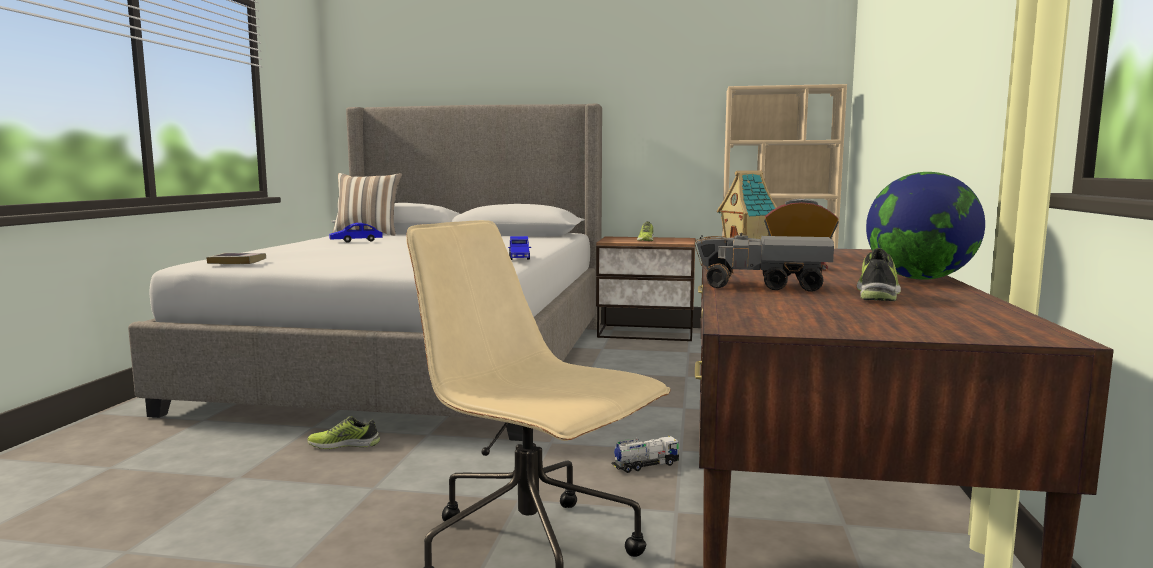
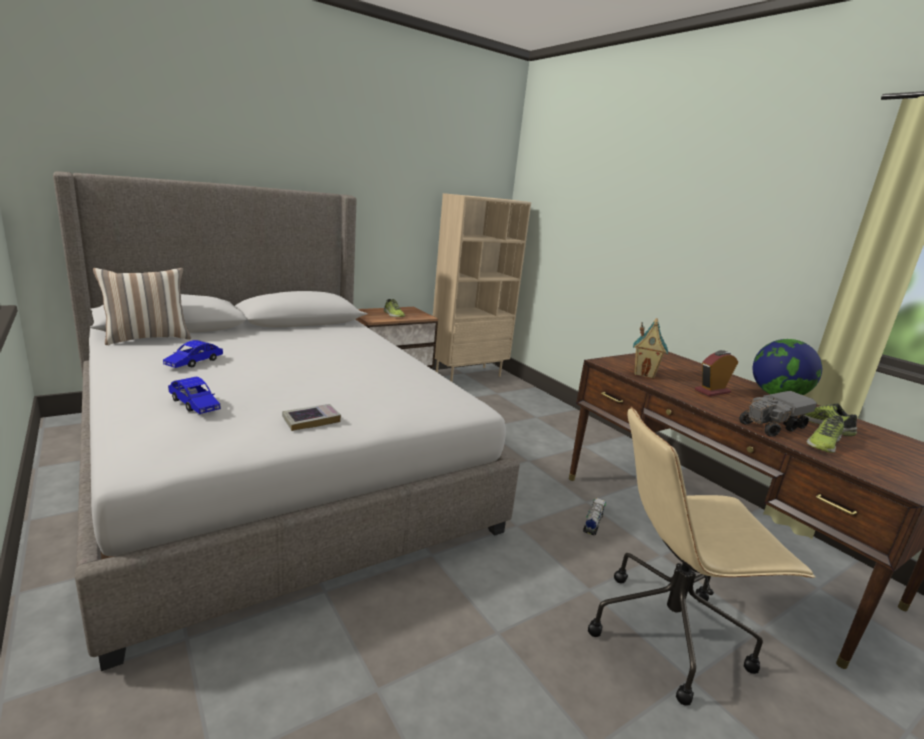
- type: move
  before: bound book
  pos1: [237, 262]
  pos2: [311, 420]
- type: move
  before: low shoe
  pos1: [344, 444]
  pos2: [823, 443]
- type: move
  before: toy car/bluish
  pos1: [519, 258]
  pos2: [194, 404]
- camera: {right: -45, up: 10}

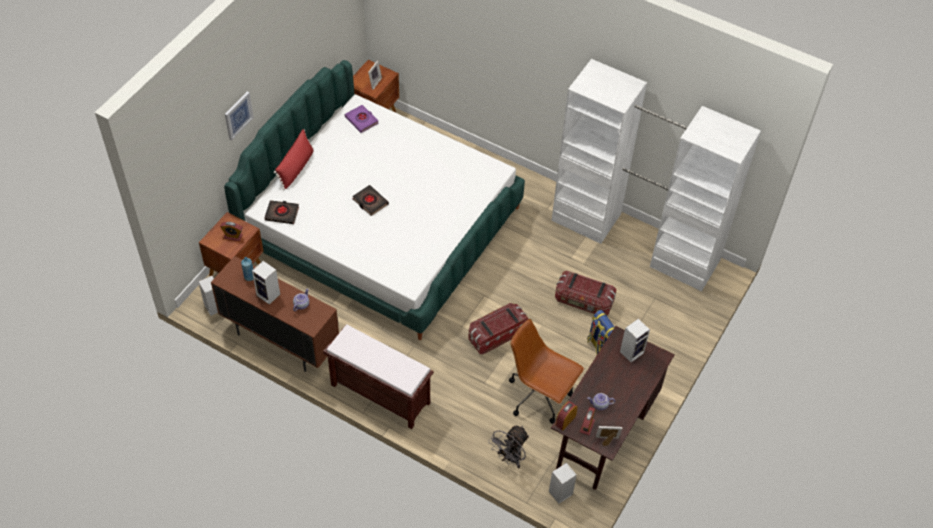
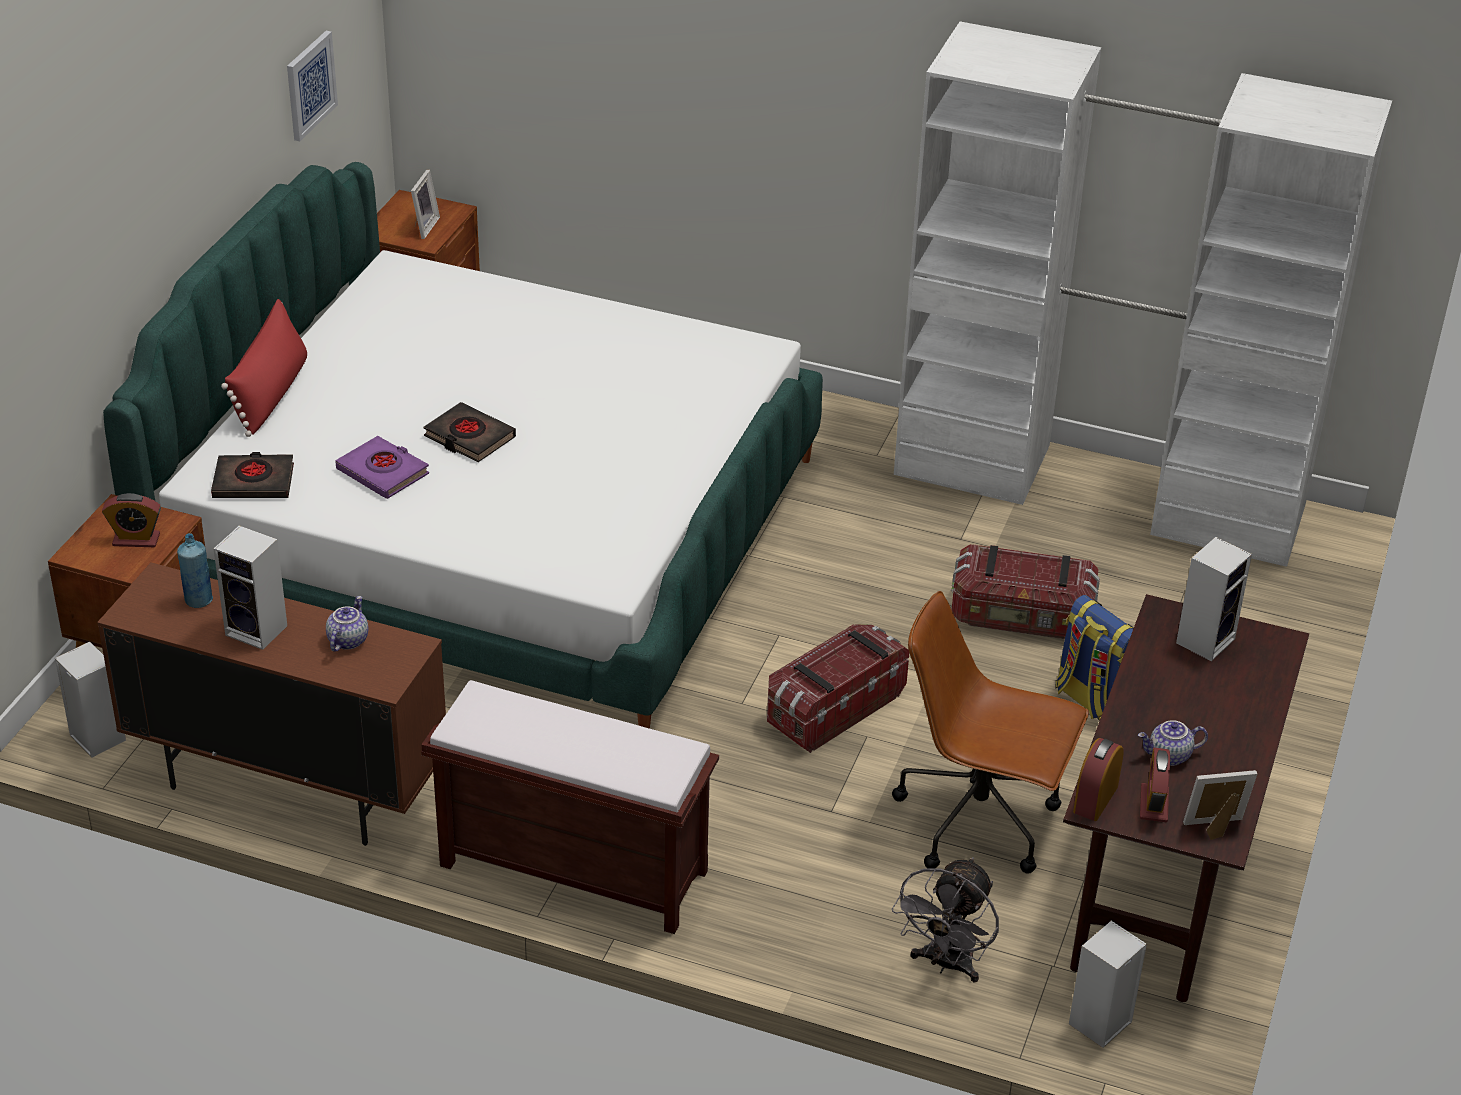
- type: move
  before: wall art
  pos1: [238, 115]
  pos2: [310, 85]
- type: move
  before: bound book/purplish
  pos1: [361, 120]
  pos2: [383, 472]
- camera: {right: -10, up: -15}

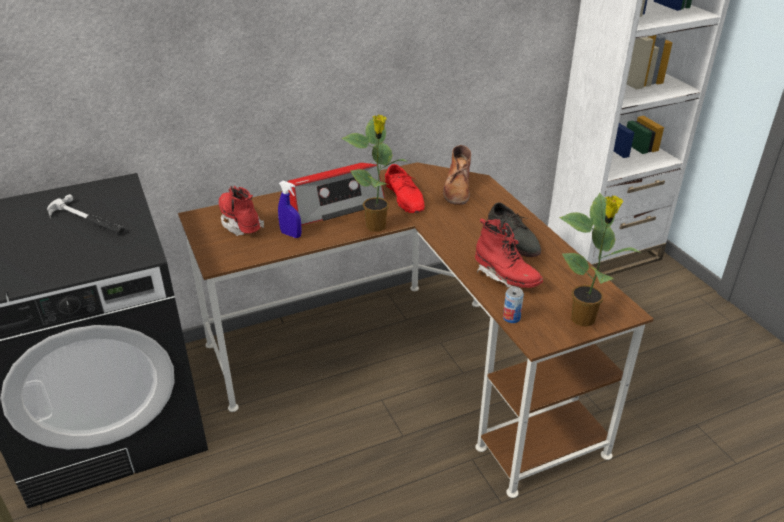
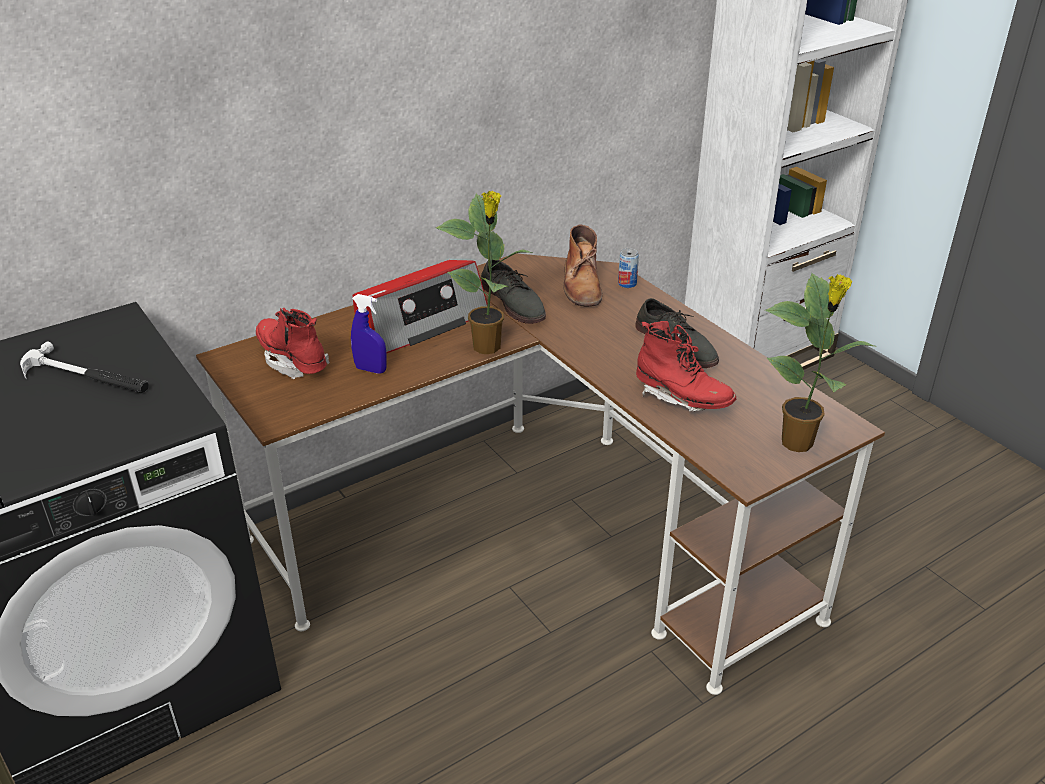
- type: recolor
  before: low shoe/red-coloured
  after: low shoe/greyish
  pos1: [405, 197]
  pos2: [514, 302]
- type: move
  before: metal can
  pos1: [511, 318]
  pos2: [627, 284]
- camera: {right: -10, up: 0}

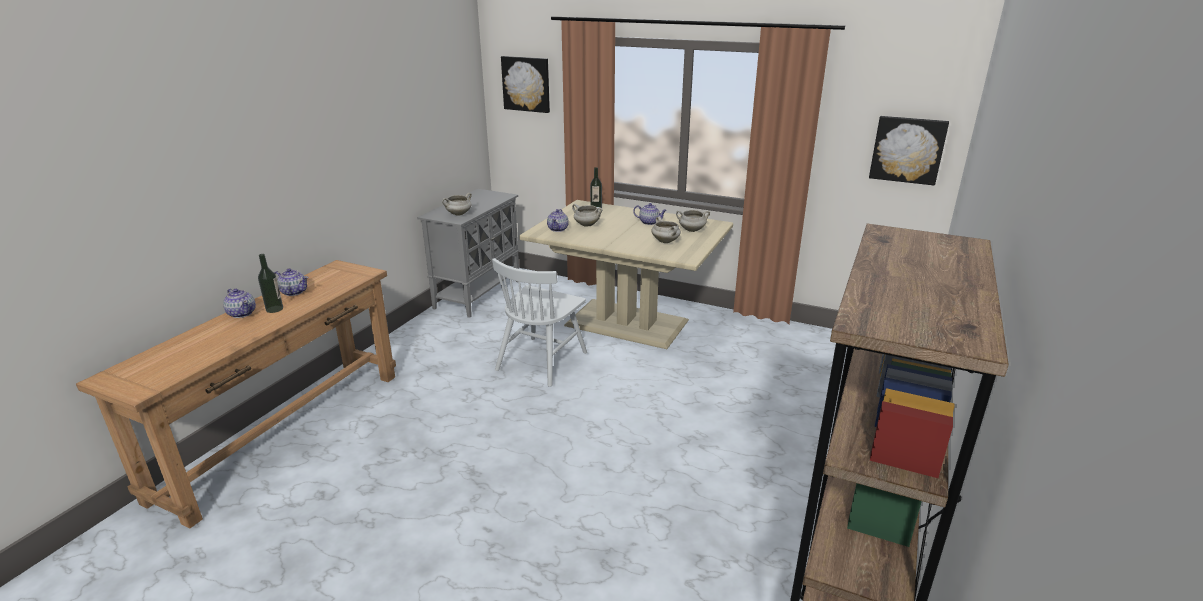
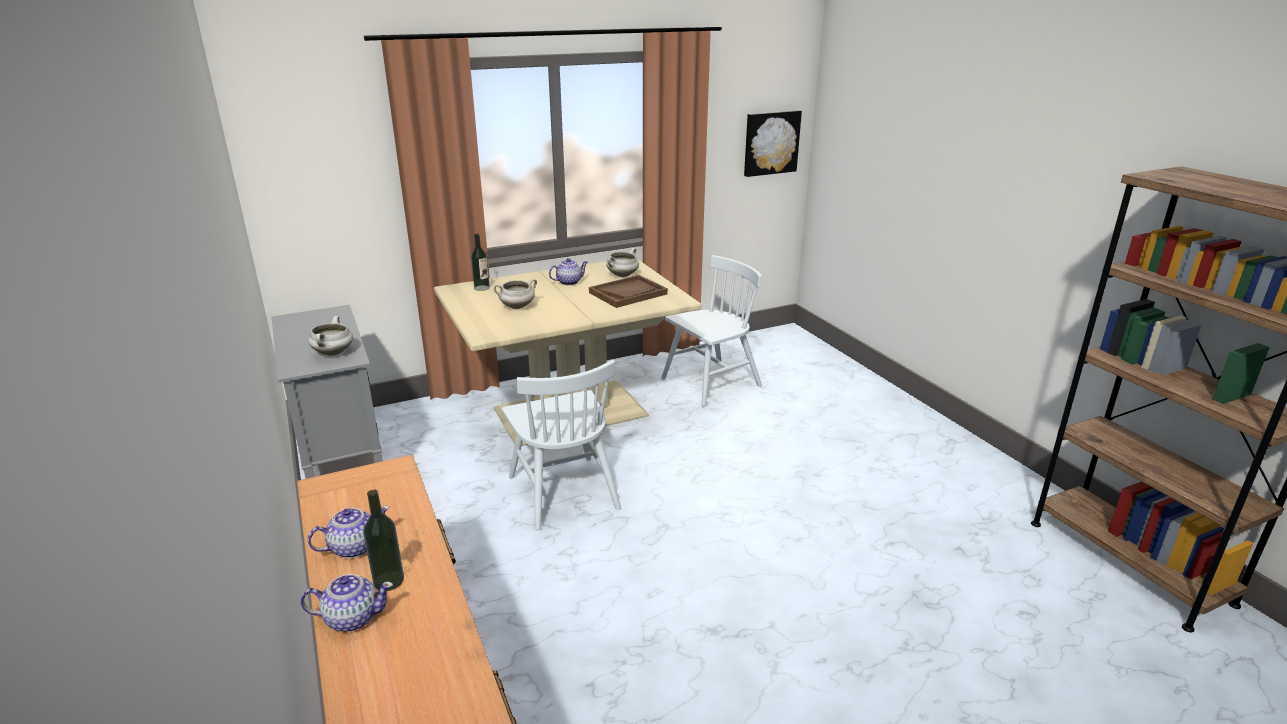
- type: delete
  before: wall art
  pos1: [526, 84]
- type: delete
  before: tea pot
  pos1: [558, 229]
- type: replace
  before: saucepot/white
  after: serving tray/brown-coloured
  pos1: [666, 241]
  pos2: [628, 293]
- type: insert
  after: plain chair/white
  pos2: [711, 383]
- camera: {right: -50, up: 0}

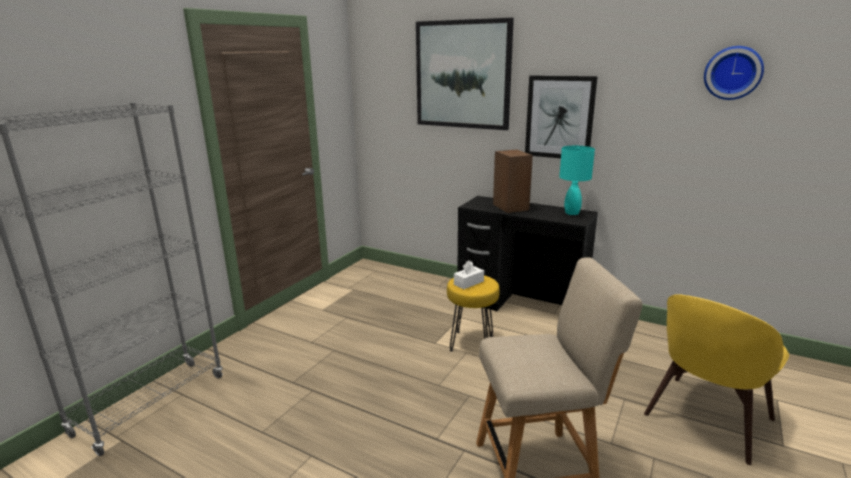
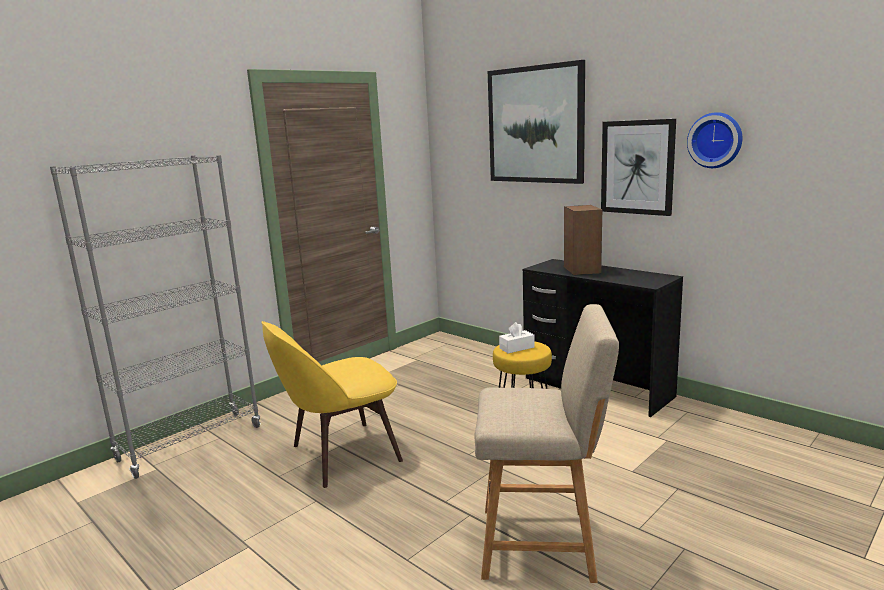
- type: delete
  before: table lamp/turquoise-coloured
  pos1: [571, 213]
- type: move
  before: plain chair/yellow
  pos1: [706, 419]
  pos2: [341, 454]
- type: move
  before: hanging clock
  pos1: [733, 73]
  pos2: [716, 140]
- camera: {right: 15, up: -5}

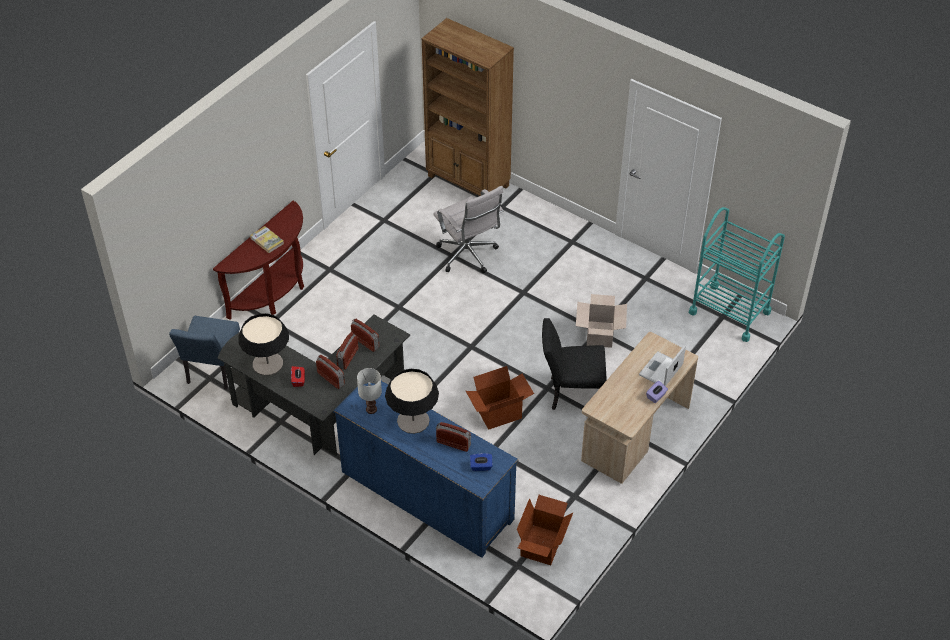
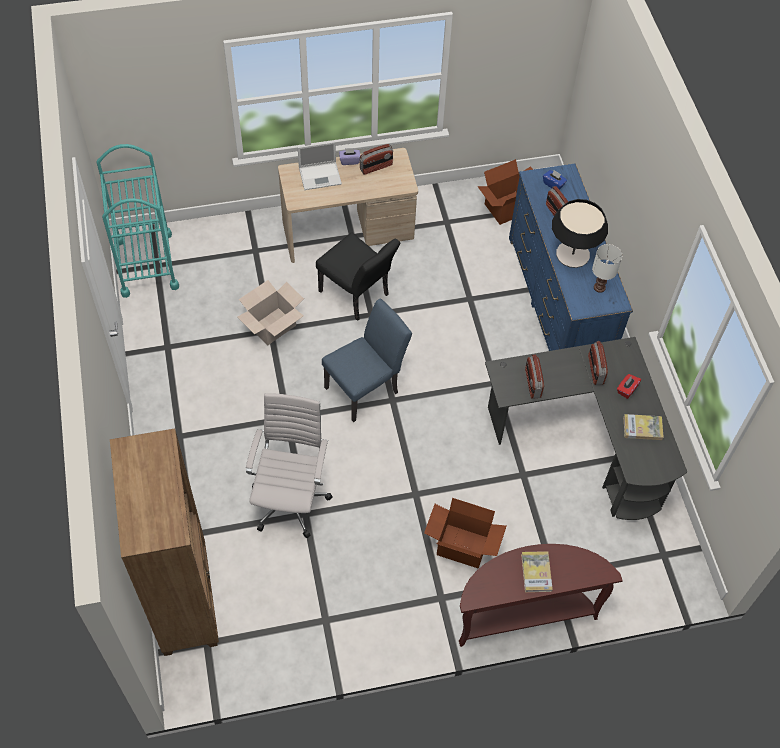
- type: move
  before: plain chair/bluish
  pos1: [212, 372]
  pos2: [366, 388]
- type: replace
  before: table lamp
  after: bound book
  pos1: [268, 363]
  pos2: [642, 428]
- type: move
  before: radio receiver
  pos1: [347, 358]
  pos2: [376, 167]
- type: move
  before: carton
  pos1: [498, 412]
  pos2: [462, 547]
- camera: {right: -140, up: 10}

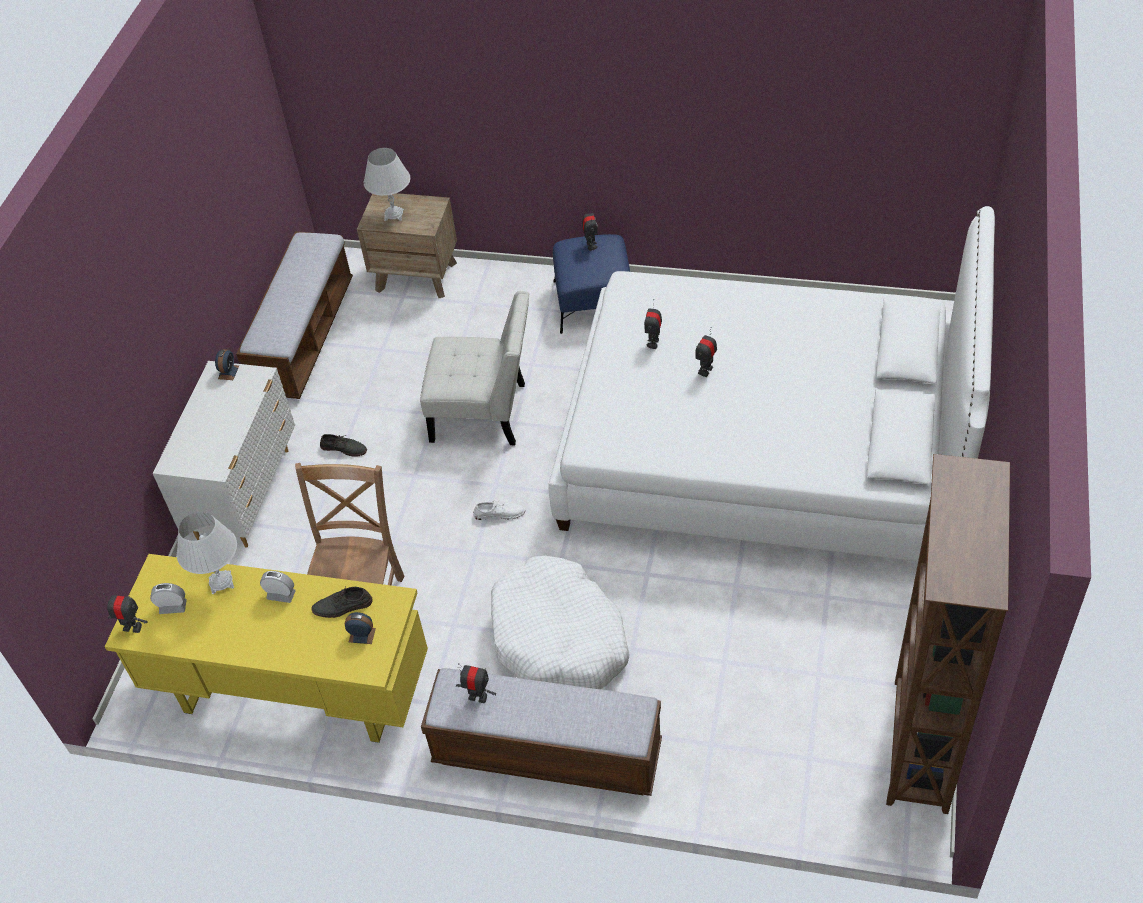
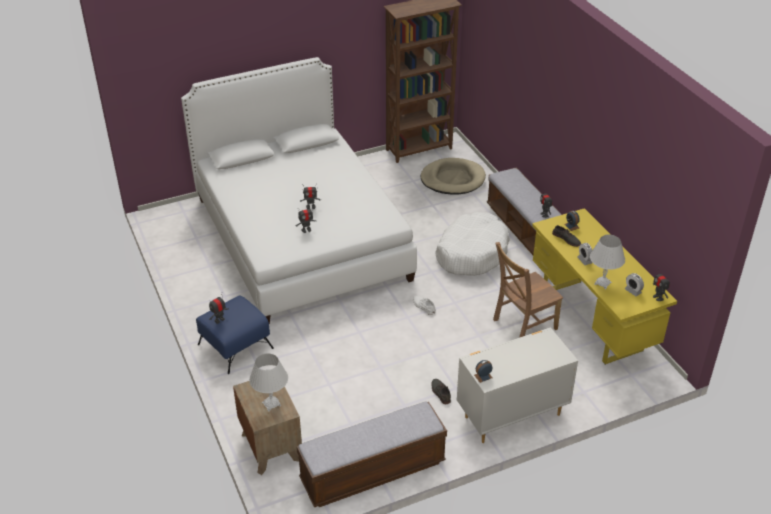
- type: delete
  before: plain chair/white
  pos1: [485, 413]
- type: insert
  after: dog bed/sand-coloured
  pos2: [452, 179]
- camera: {right: -130, up: -10}

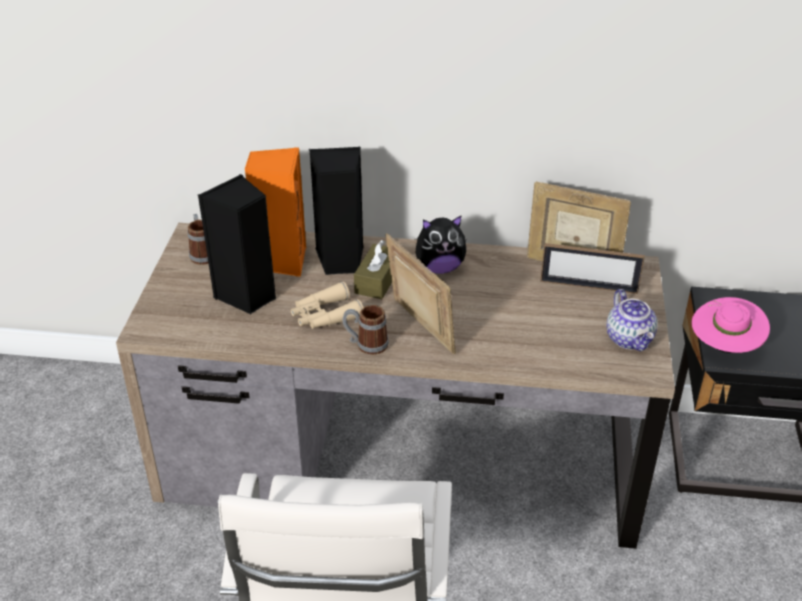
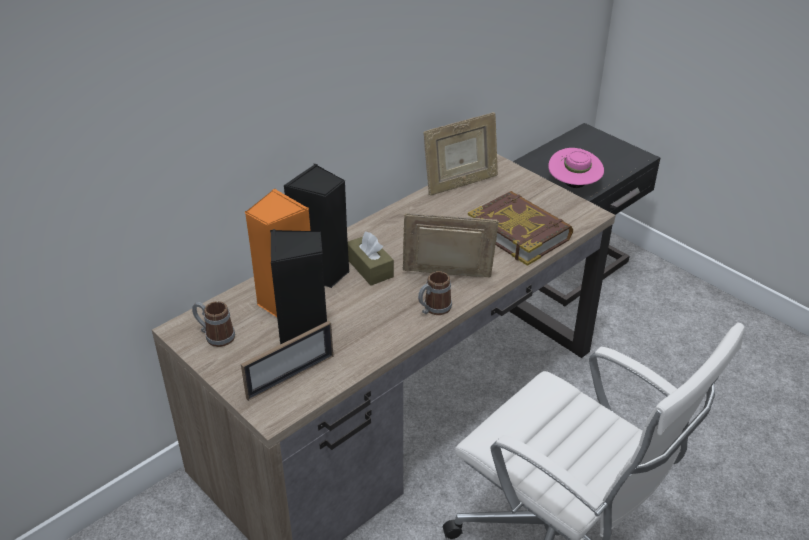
- type: delete
  before: binoculars/sand-coloured
  pos1: [325, 316]
- type: delete
  before: soft toy
  pos1: [439, 268]
- type: move
  before: standing frame
  pos1: [588, 286]
  pos2: [290, 376]
- type: delete
  before: tea pot
  pos1: [630, 339]
- type: insert
  after: bound book
  pos2: [519, 233]
- camera: {right: -50, up: 0}

